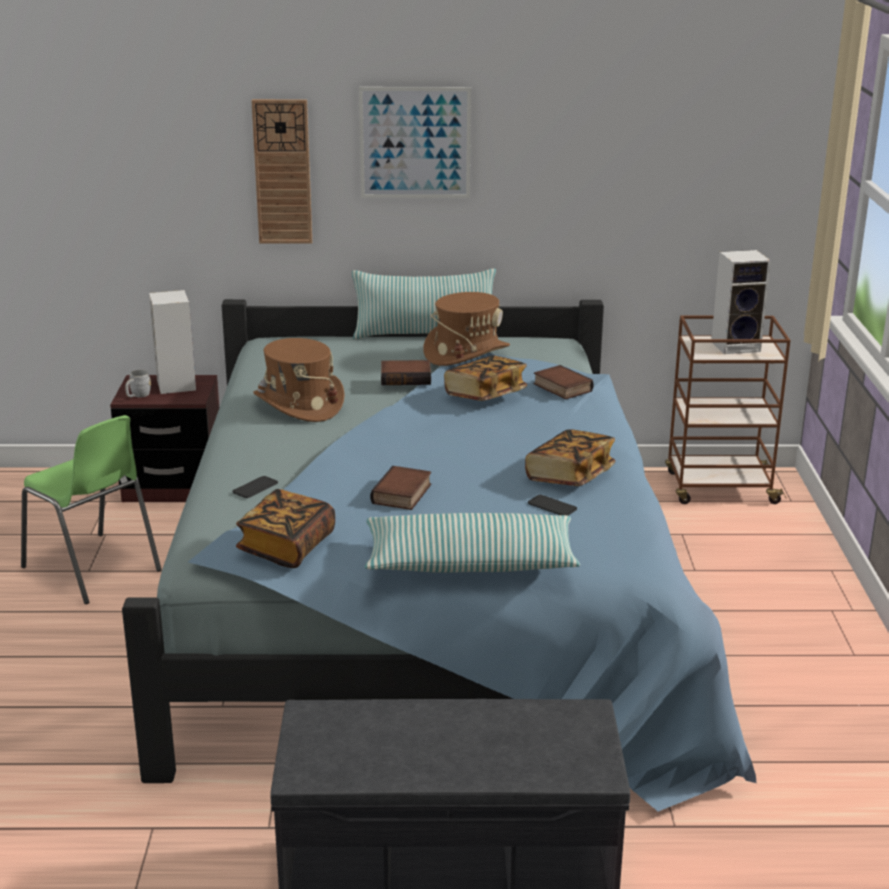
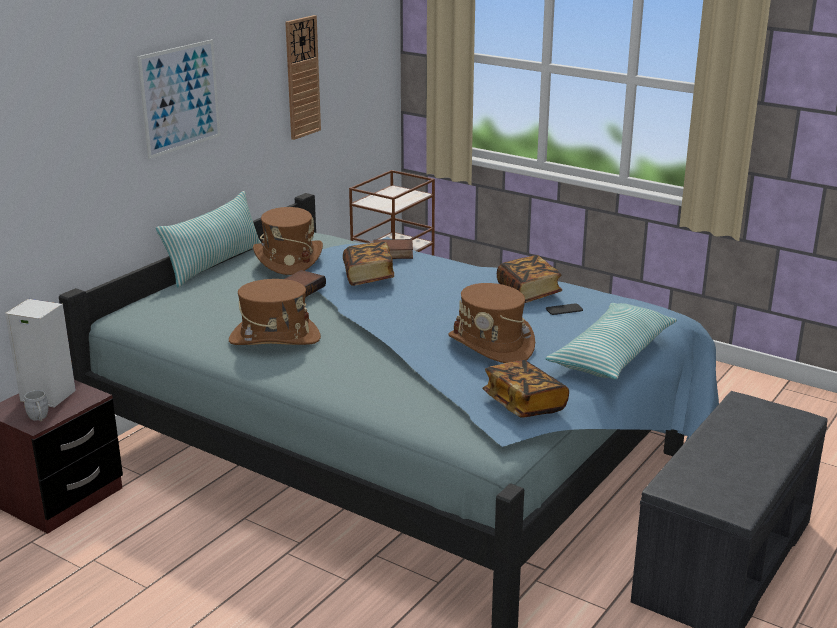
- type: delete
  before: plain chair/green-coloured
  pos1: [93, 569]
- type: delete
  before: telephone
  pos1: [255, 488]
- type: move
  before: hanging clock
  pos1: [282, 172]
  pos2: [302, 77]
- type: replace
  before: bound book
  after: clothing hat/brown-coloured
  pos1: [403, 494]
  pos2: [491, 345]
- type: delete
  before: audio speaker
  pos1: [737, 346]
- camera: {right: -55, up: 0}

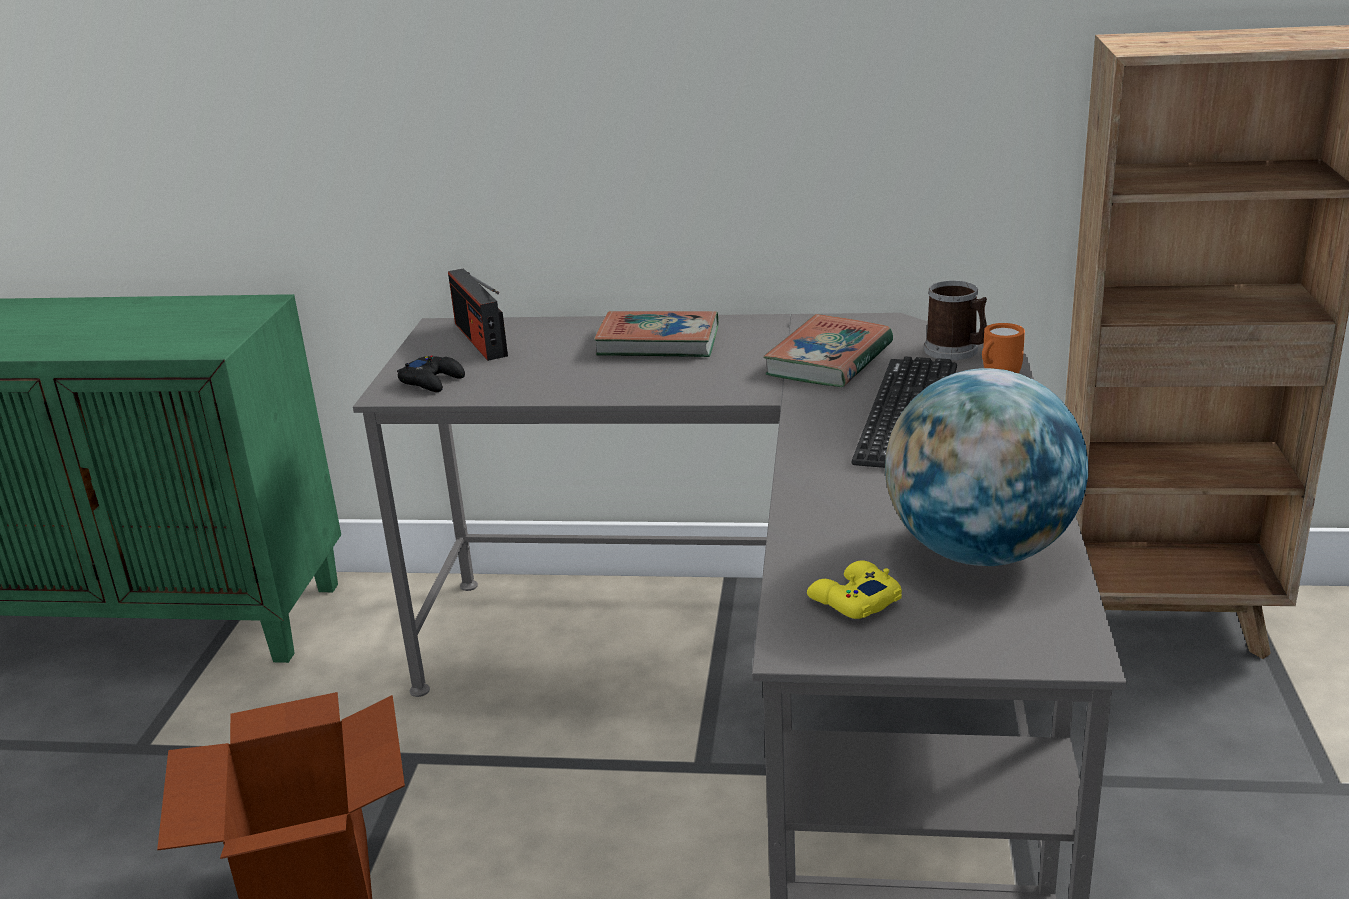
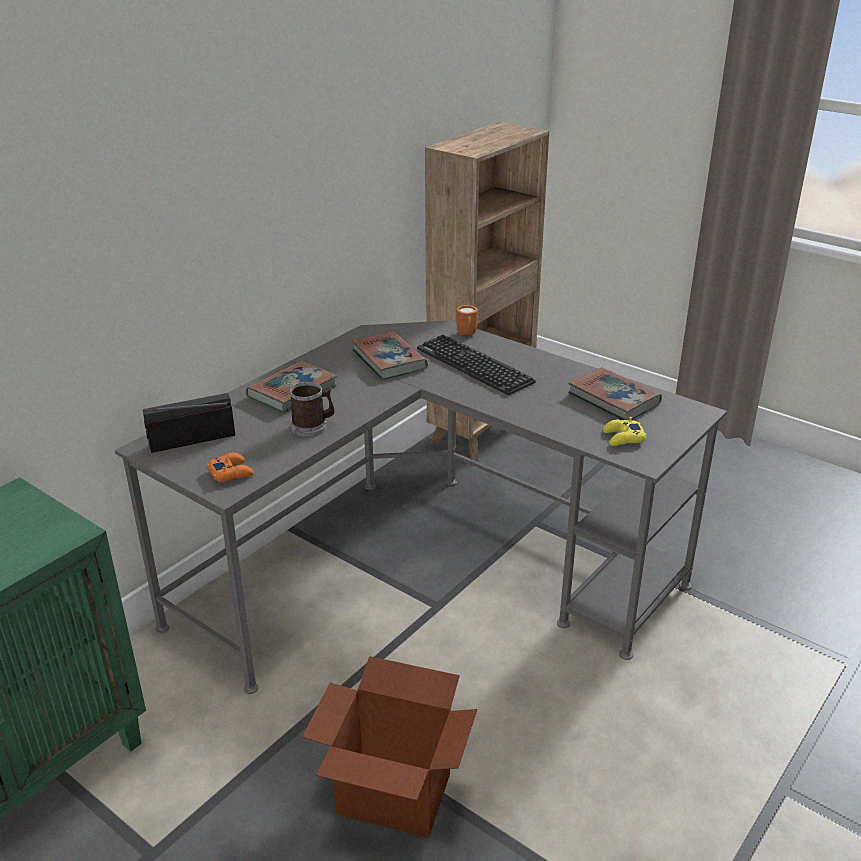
- type: recolor
  before: gamepad/black-coloured
  after: gamepad/orange
  pos1: [432, 381]
  pos2: [231, 472]
- type: rotate
  before: radio receiver
  pos1: [480, 339]
  pos2: [192, 440]
  turn: 150
- type: replace
  before: world globe
  after: bound book
  pos1: [979, 552]
  pos2: [613, 399]
- type: move
  before: mug
  pos1: [956, 351]
  pos2: [313, 426]
- camera: {right: -60, up: 5}

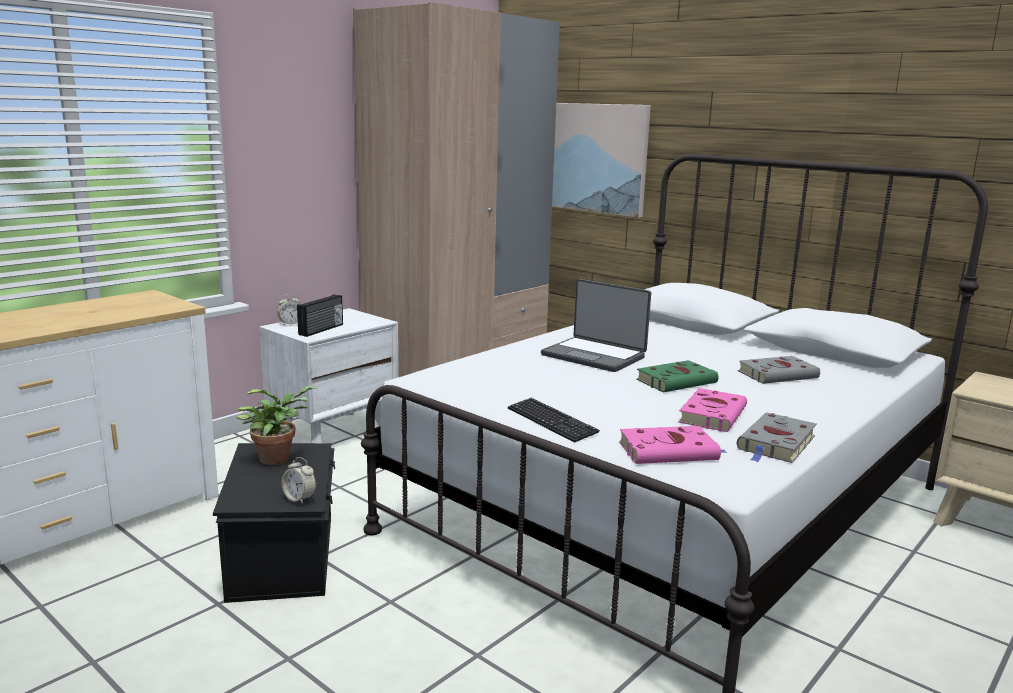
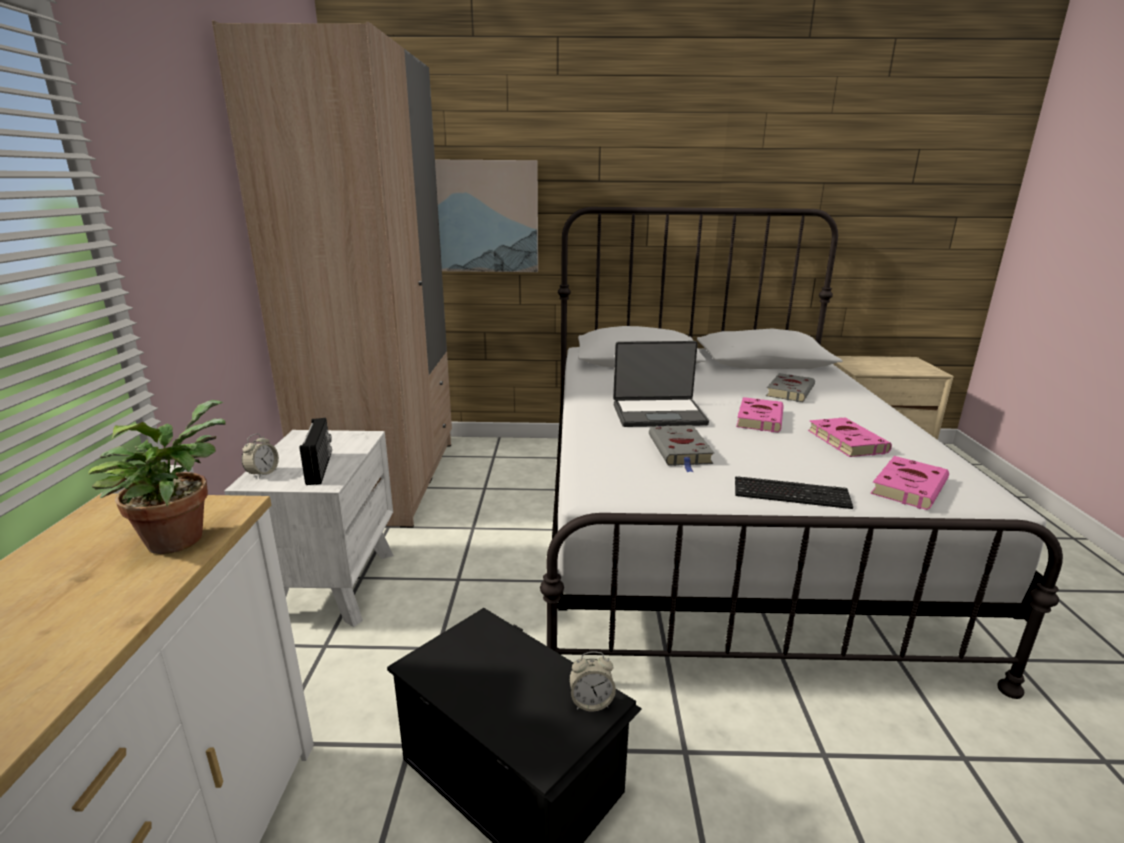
- type: move
  before: houseplant
  pos1: [278, 458]
  pos2: [179, 536]
- type: recolor
  before: bound book/green-coloured
  after: bound book/pink-coloured
  pos1: [678, 381]
  pos2: [759, 418]
- type: move
  before: bound book/greyish
  pos1: [776, 444]
  pos2: [680, 451]
- camera: {right: -40, up: 5}

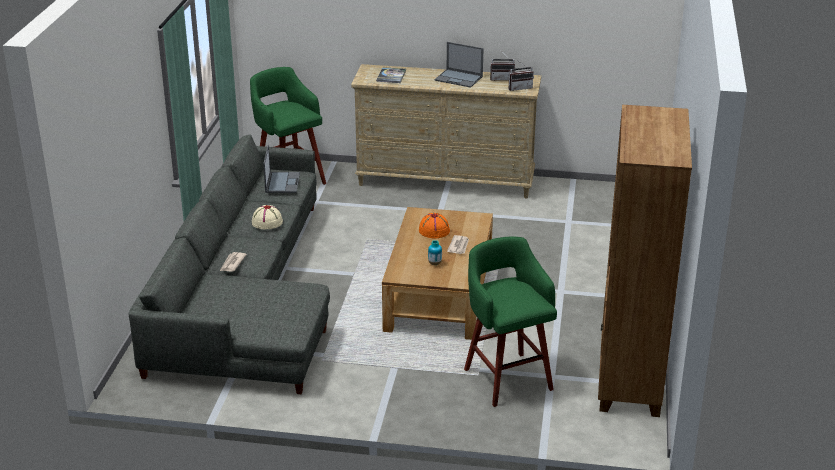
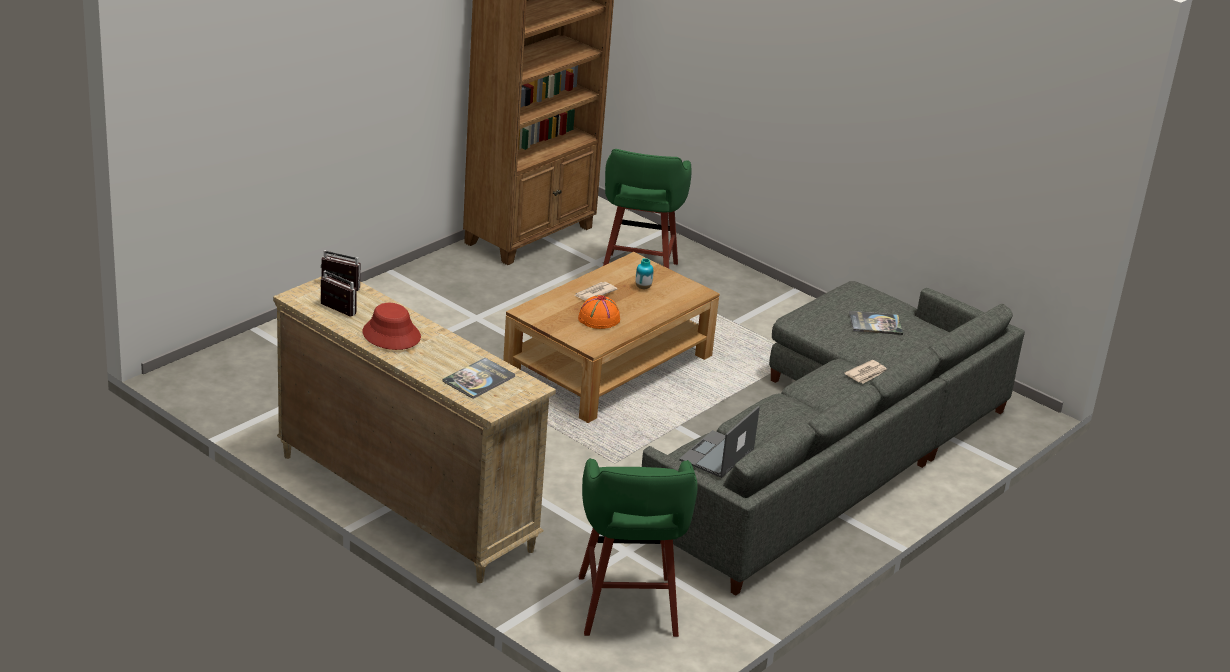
- type: delete
  before: clothing hat/sand-coloured
  pos1: [267, 222]
- type: replace
  before: portable computer
  after: clothing hat/red-coloured
  pos1: [459, 78]
  pos2: [391, 335]
- type: insert
  after: bound book
  pos2: [875, 324]
- camera: {right: -150, up: 0}

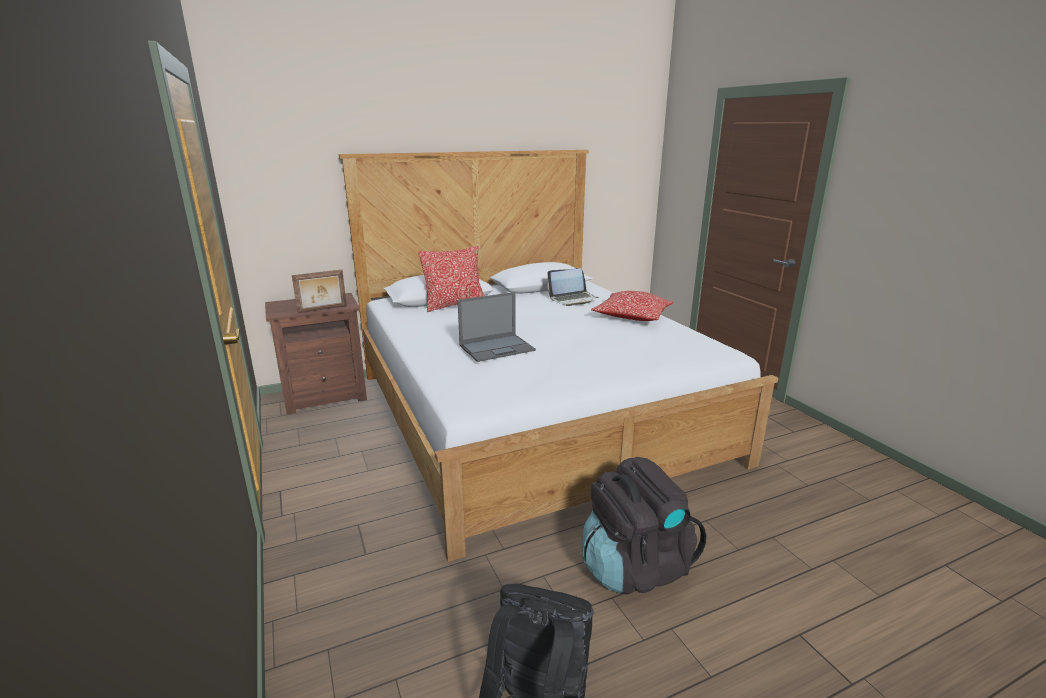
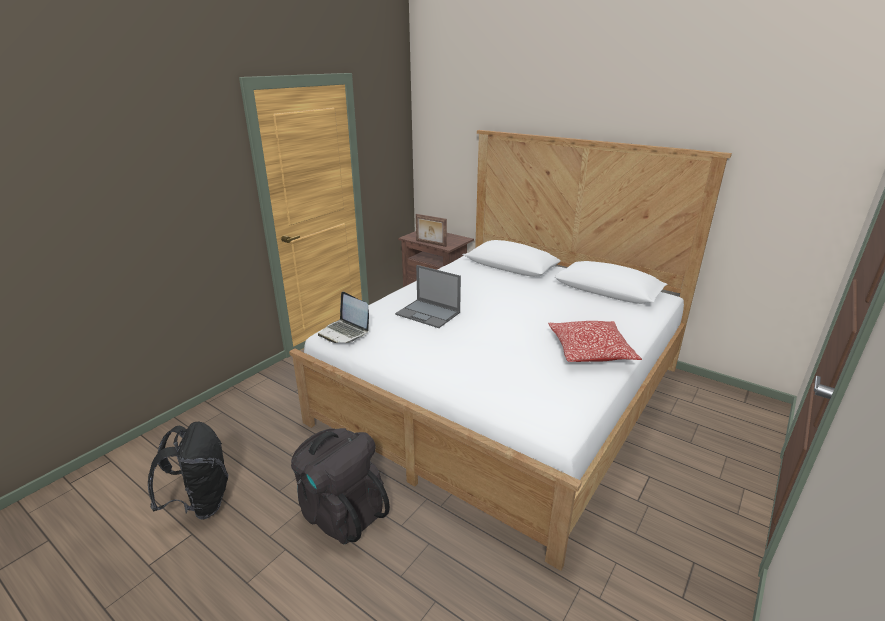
- type: delete
  before: pillow
  pos1: [454, 305]
- type: move
  before: portable computer
  pos1: [573, 299]
  pos2: [344, 332]
- camera: {right: 60, up: 5}

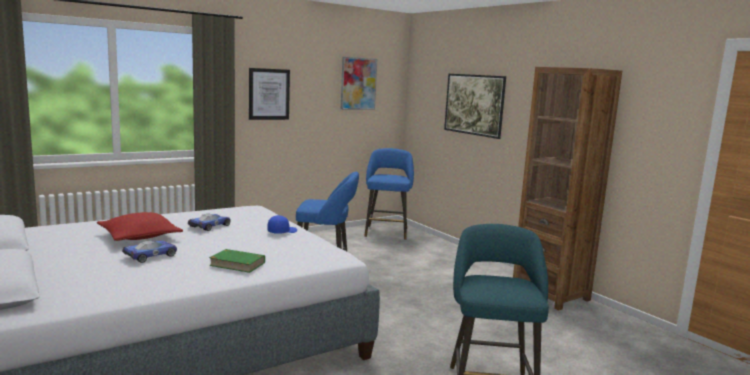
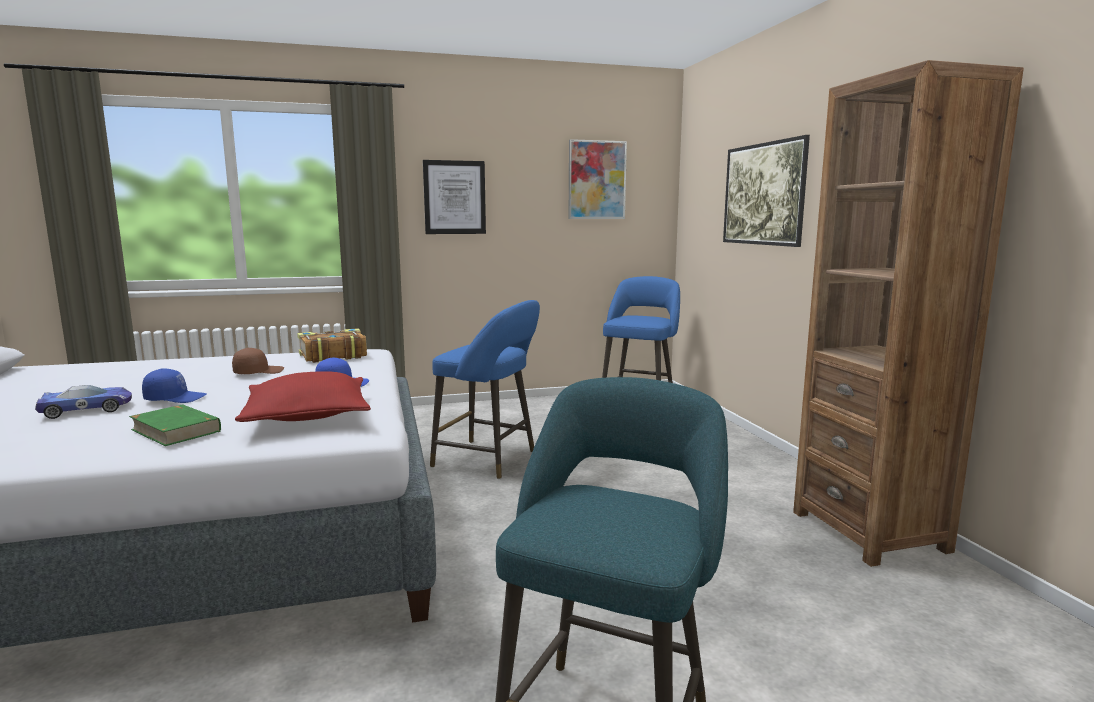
- type: move
  before: pillow/red-coloured
  pos1: [139, 236]
  pos2: [307, 415]
- type: replace
  before: toy car
  after: peaked cap/brown-coloured
  pos1: [210, 226]
  pos2: [258, 372]
- type: insert
  after: peaked cap/bluish
  pos2: [175, 398]
- type: insert
  after: bound book
  pos2: [332, 356]
- camera: {right: 20, up: 0}

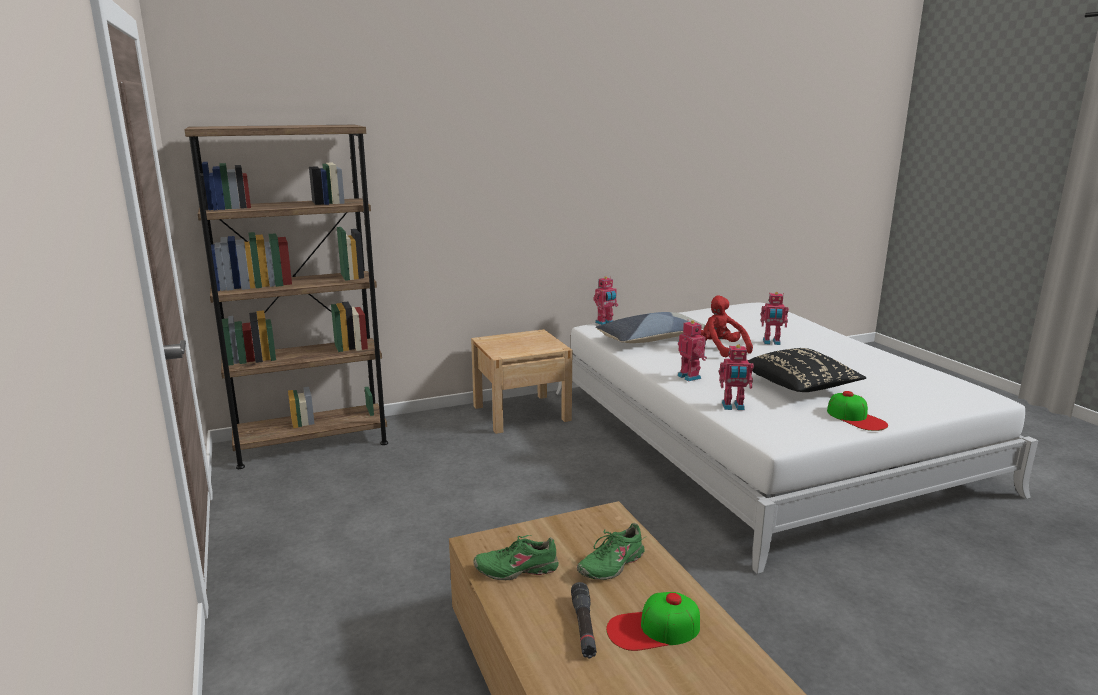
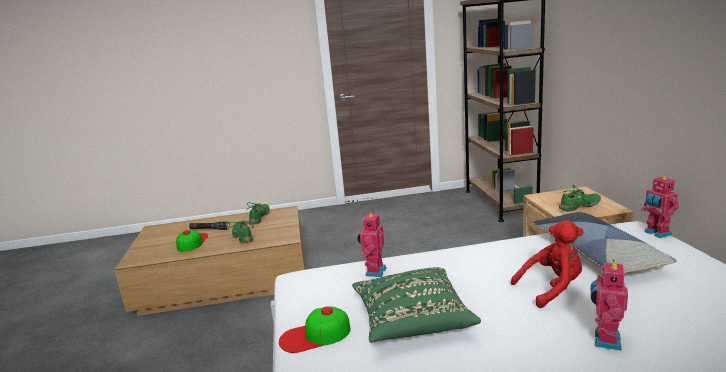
- type: delete
  before: model robot
  pos1: [690, 377]
- type: recolor
  before: pillow/black-coloured
  after: pillow/green-coloured
  pos1: [801, 387]
  pos2: [412, 320]
- type: insert
  after: low shoe/green-coloured
  pos2: [579, 206]
- camera: {right: 105, up: 0}

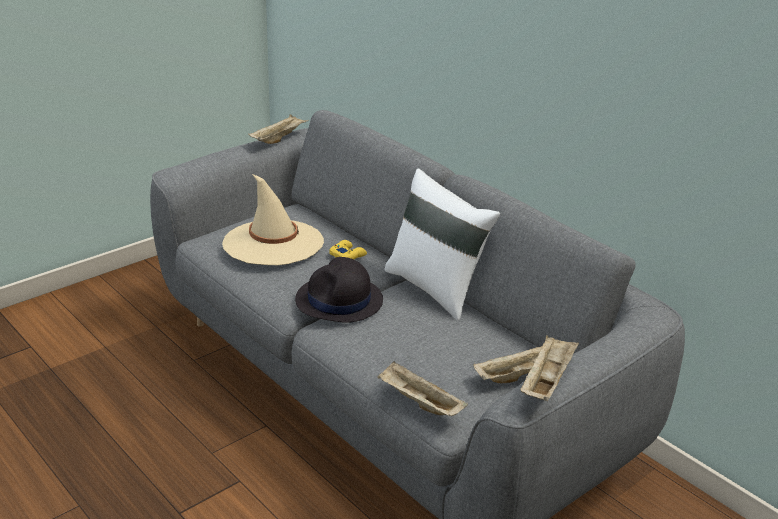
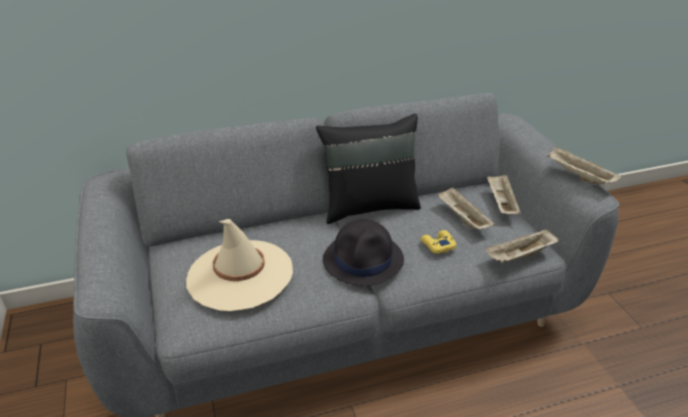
- type: move
  before: serving tray/sand-coloured
  pos1: [279, 139]
  pos2: [462, 218]
- type: move
  before: gamepad/yellow
  pos1: [347, 255]
  pos2: [437, 245]
- type: recolor
  before: pillow/white
  after: pillow/black-coloured
  pos1: [436, 288]
  pos2: [369, 206]
- camera: {right: -65, up: 5}

